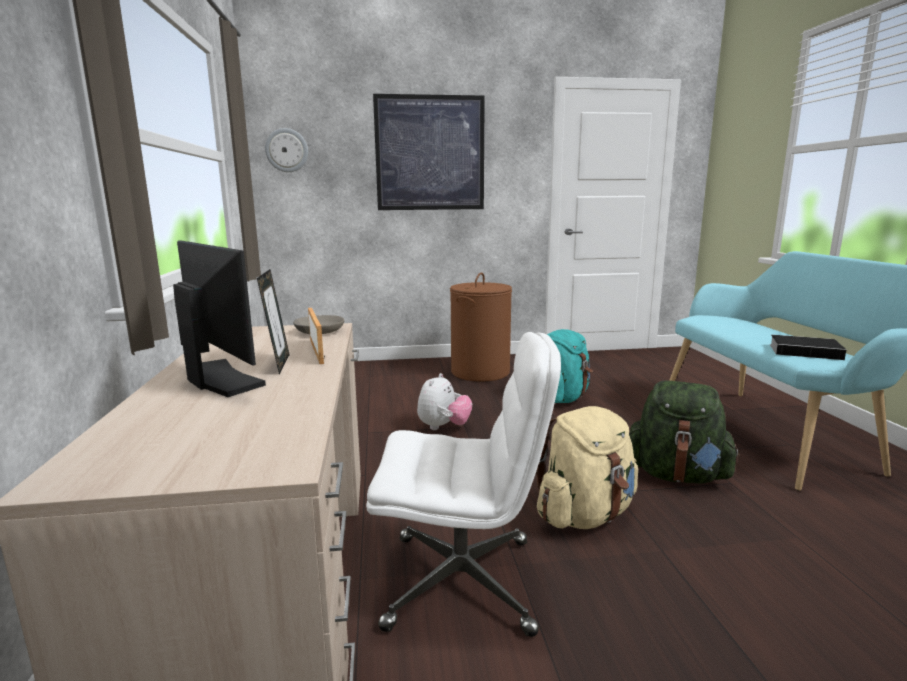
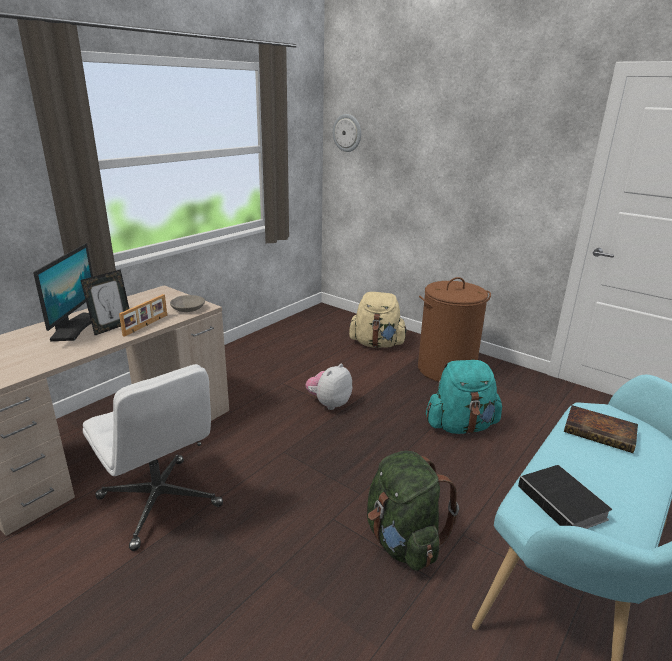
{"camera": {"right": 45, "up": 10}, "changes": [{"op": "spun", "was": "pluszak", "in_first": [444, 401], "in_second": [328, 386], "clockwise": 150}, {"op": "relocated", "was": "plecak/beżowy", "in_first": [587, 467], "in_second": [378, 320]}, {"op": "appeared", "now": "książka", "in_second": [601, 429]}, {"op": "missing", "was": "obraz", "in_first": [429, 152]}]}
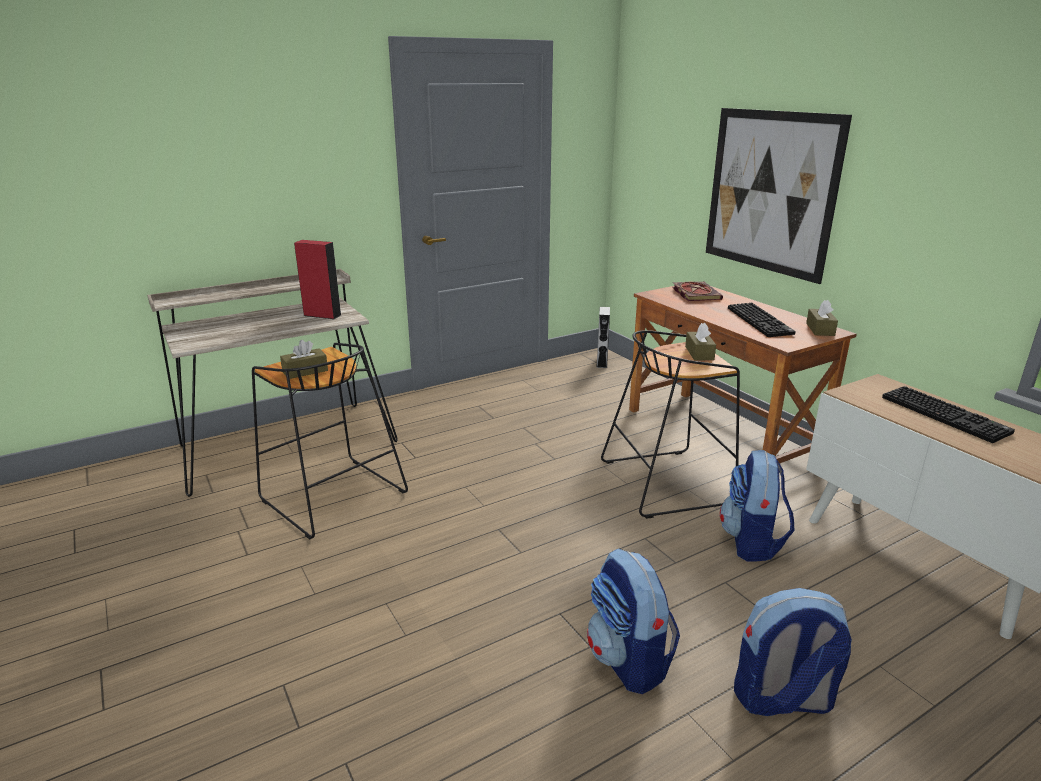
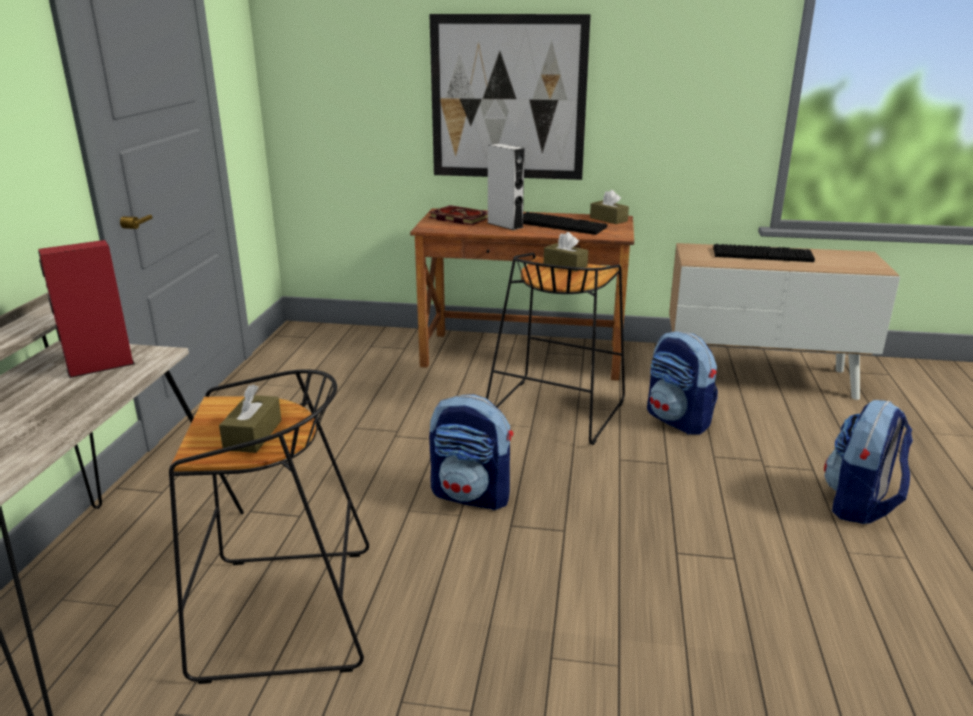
{"camera": {"right": -50, "up": 0}, "changes": [{"op": "relocated", "was": "plecak", "in_first": [633, 621], "in_second": [471, 452]}, {"op": "relocated", "was": "głośnik/szary", "in_first": [603, 337], "in_second": [506, 187]}]}
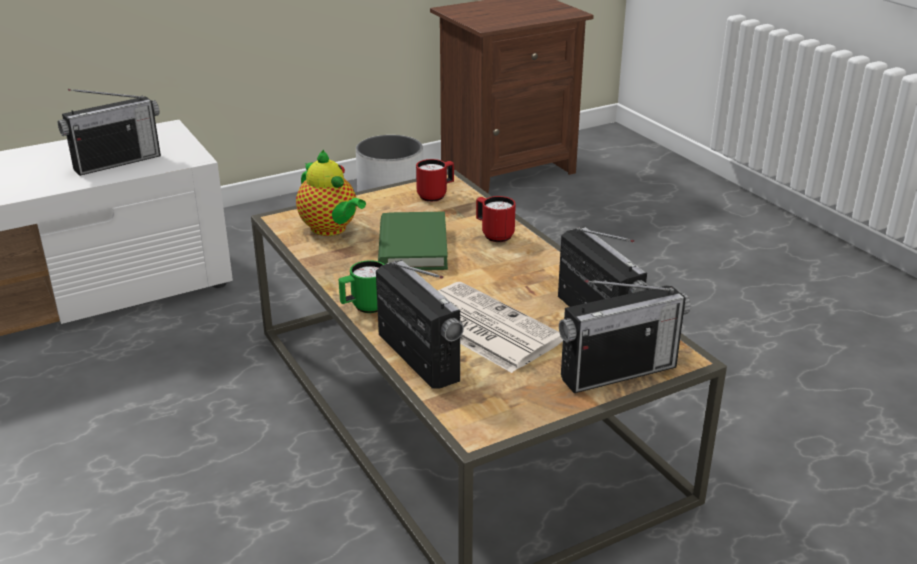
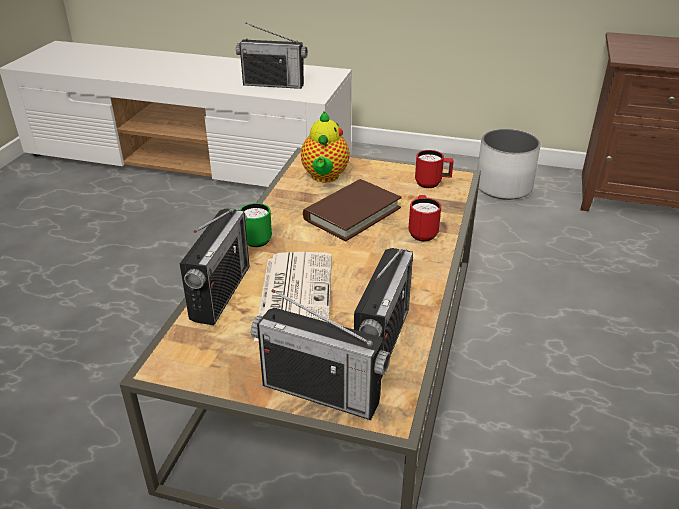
{"camera": {"right": 45, "up": 5}, "changes": [{"op": "colour", "was": "książka/zielony", "now": "książka/brązowy", "in_first": [413, 241], "in_second": [352, 210]}]}
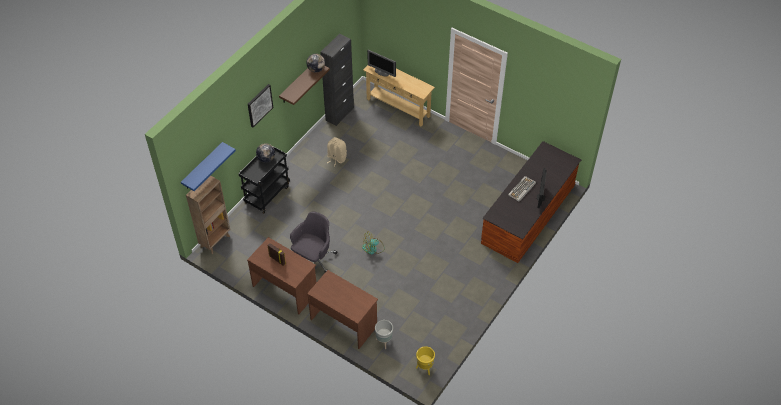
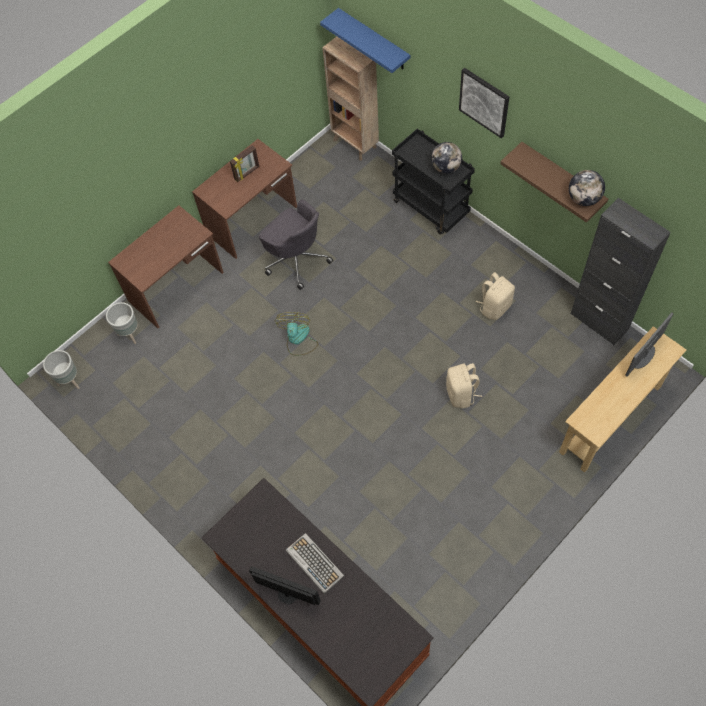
{"camera": {"right": 105, "up": 10}, "changes": [{"op": "colour", "was": "donica/żółty", "now": "donica/szary", "in_first": [425, 360], "in_second": [61, 369]}, {"op": "appeared", "now": "plecak/beżowy", "in_second": [464, 386]}]}
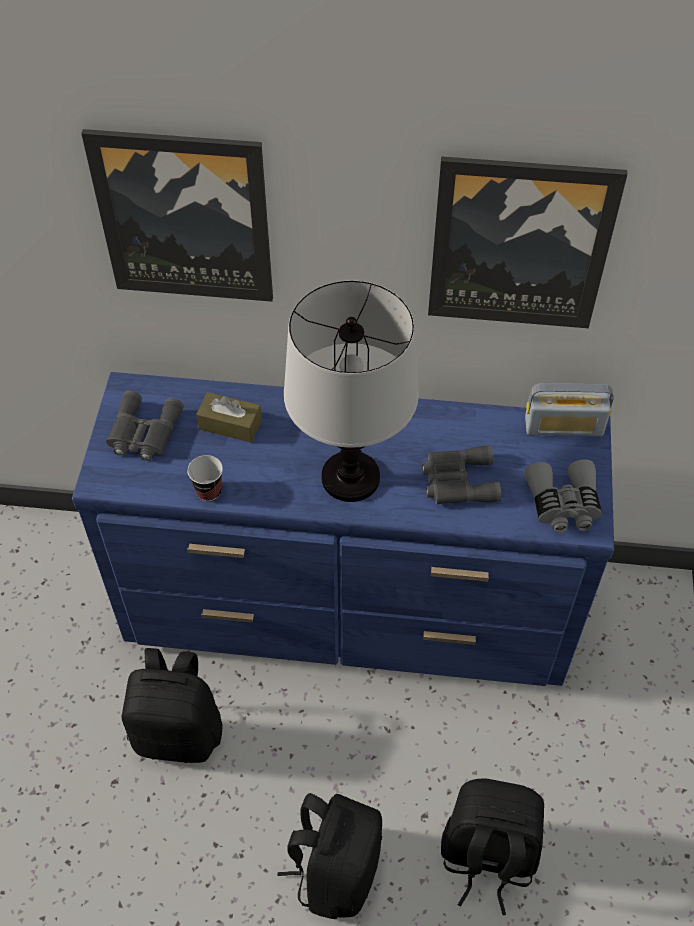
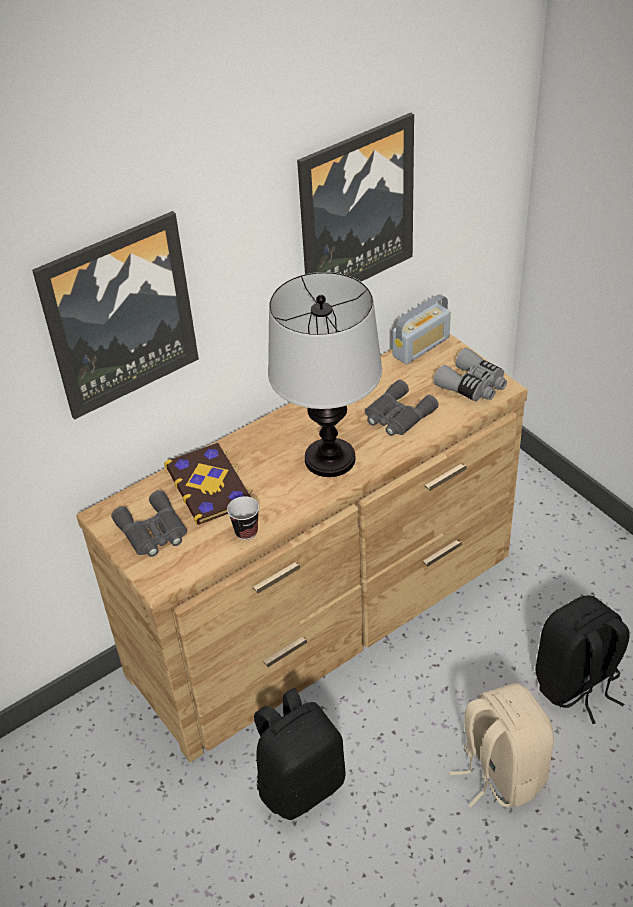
{"camera": {"right": -40, "up": -10}, "changes": [{"op": "colour", "was": "komoda/niebieski", "now": "komoda/brązowy", "in_first": [343, 529], "in_second": [302, 548]}, {"op": "exchanged", "was": "pudełko chusteczek/brązowy", "now": "książka", "in_first": [229, 417], "in_second": [208, 484]}, {"op": "colour", "was": "plecak/czarny", "now": "plecak/beżowy", "in_first": [329, 856], "in_second": [501, 745]}]}
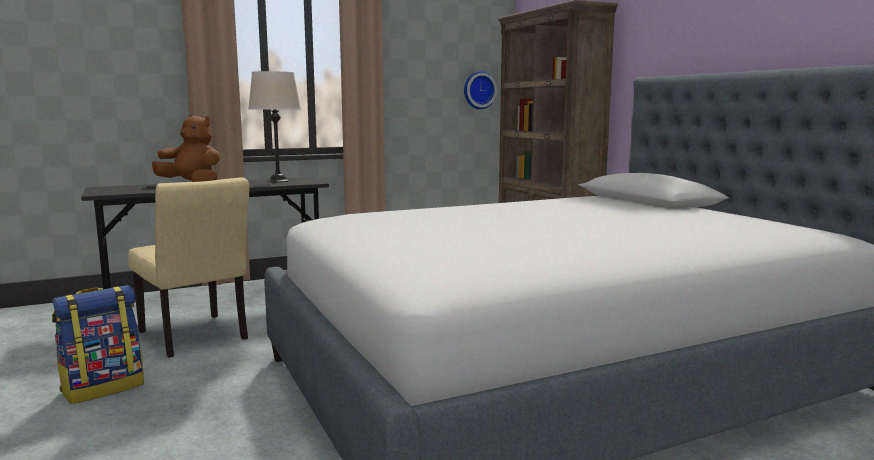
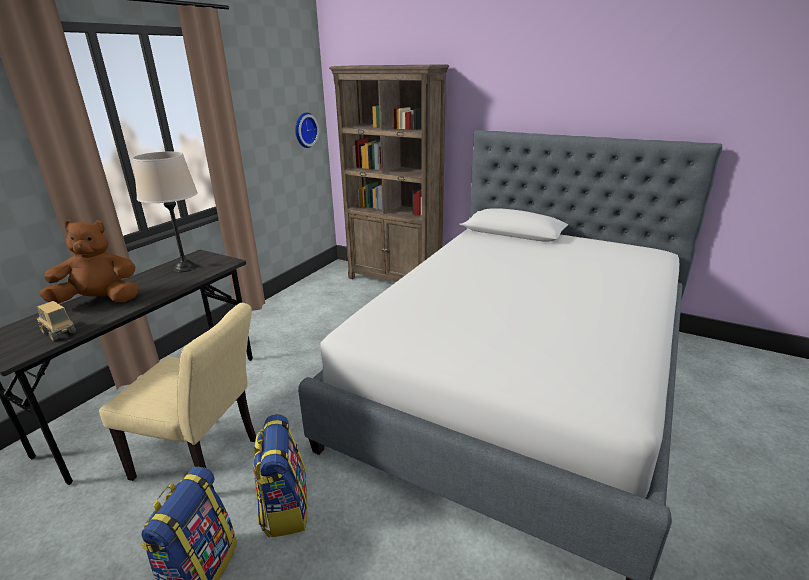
{"camera": {"right": -35, "up": 15}, "changes": [{"op": "appeared", "now": "ciężarówka zabawkowa", "in_second": [56, 321]}, {"op": "appeared", "now": "plecak", "in_second": [280, 476]}]}
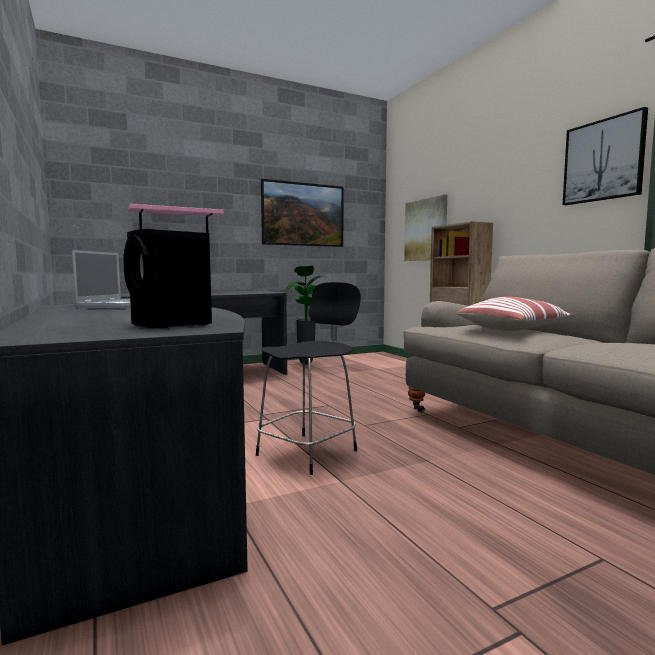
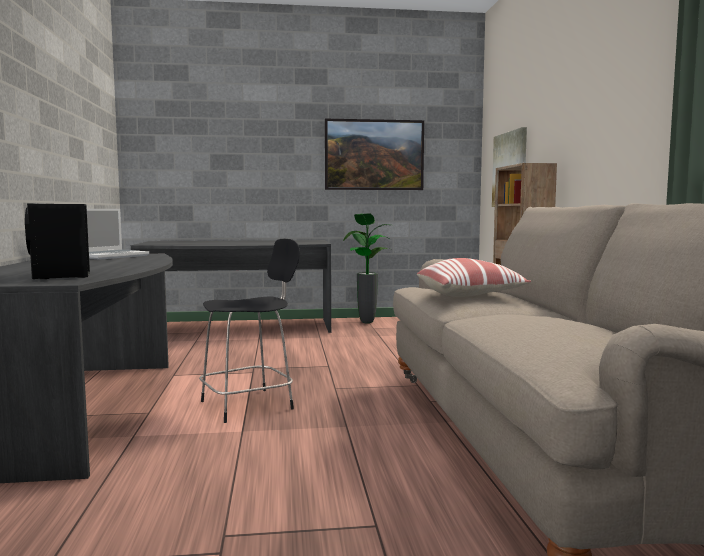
{"camera": {"right": 20, "up": 0}, "changes": [{"op": "missing", "was": "półka/różowy", "in_first": [176, 218]}, {"op": "missing", "was": "obraz", "in_first": [605, 156]}]}
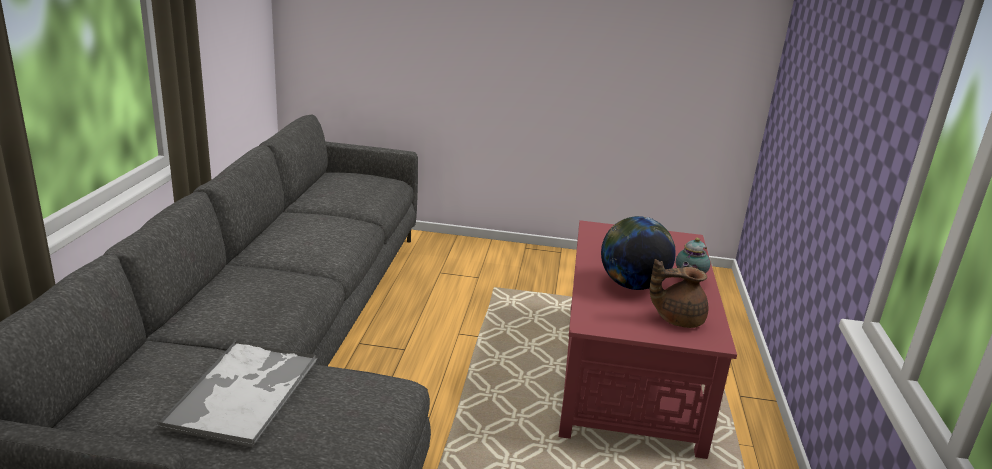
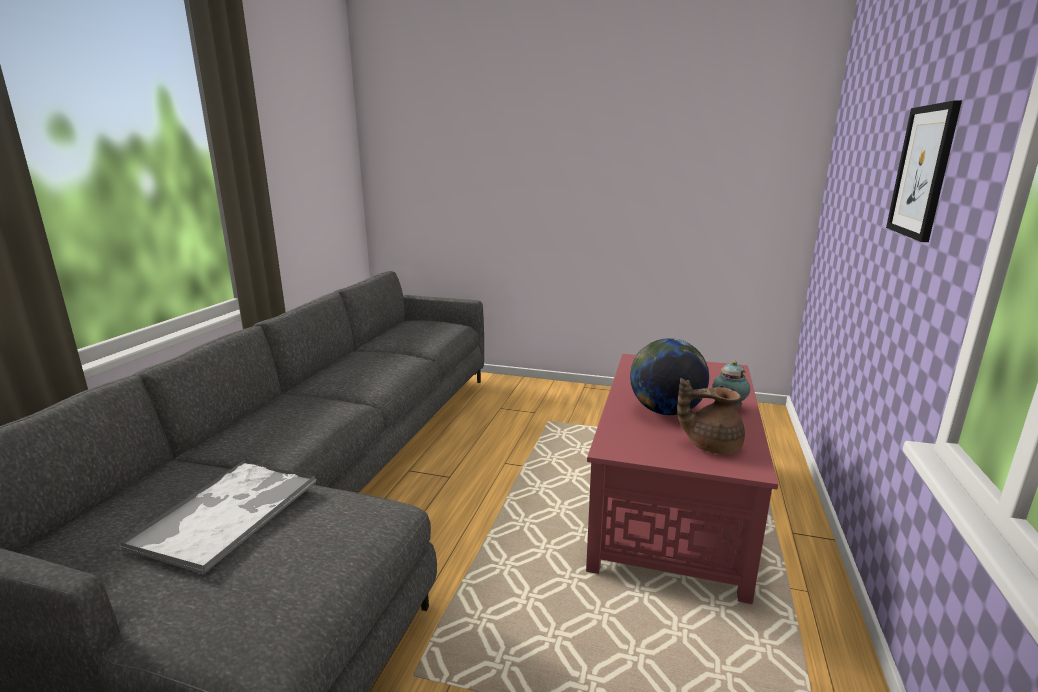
{"camera": {"right": 10, "up": -5}, "changes": [{"op": "appeared", "now": "obraz", "in_second": [924, 171]}]}
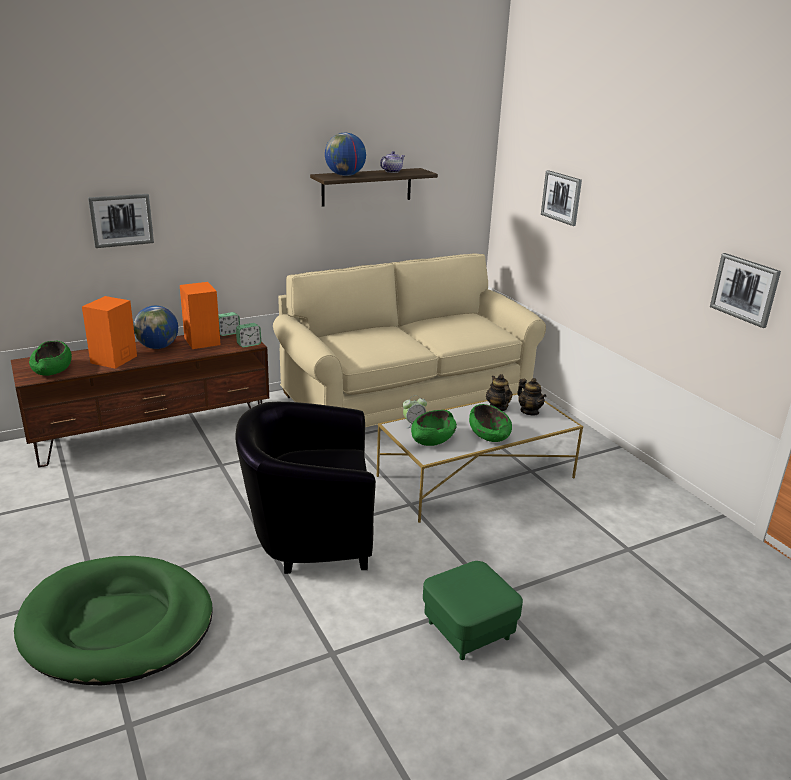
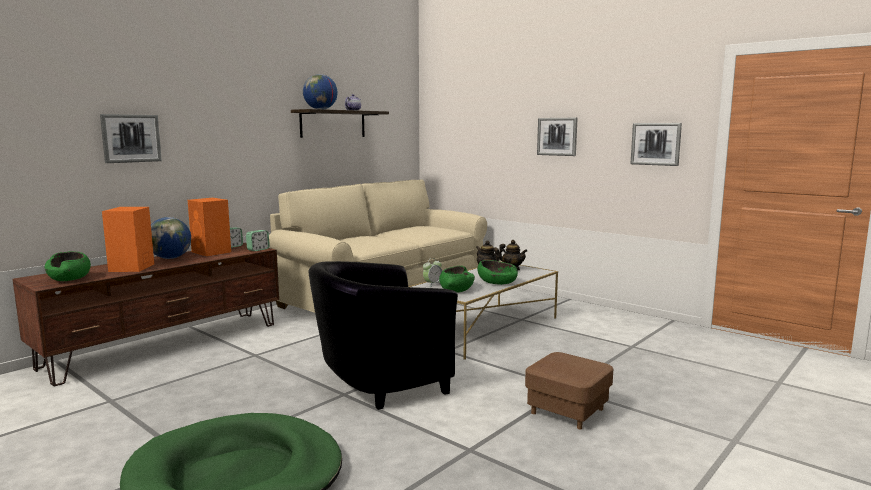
{"camera": {"right": -20, "up": -15}, "changes": [{"op": "colour", "was": "pufa/zielony", "now": "pufa/brązowy", "in_first": [473, 610], "in_second": [569, 390]}, {"op": "relocated", "was": "obraz", "in_first": [561, 198], "in_second": [557, 137]}]}
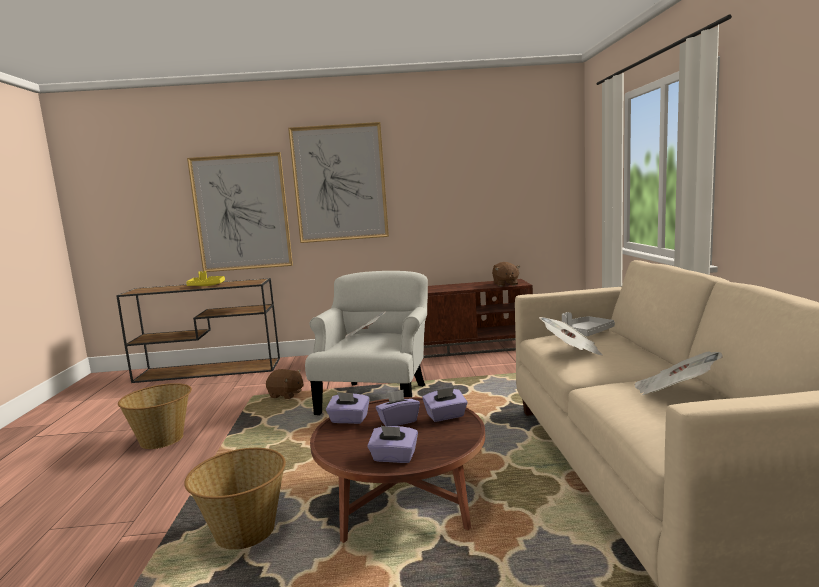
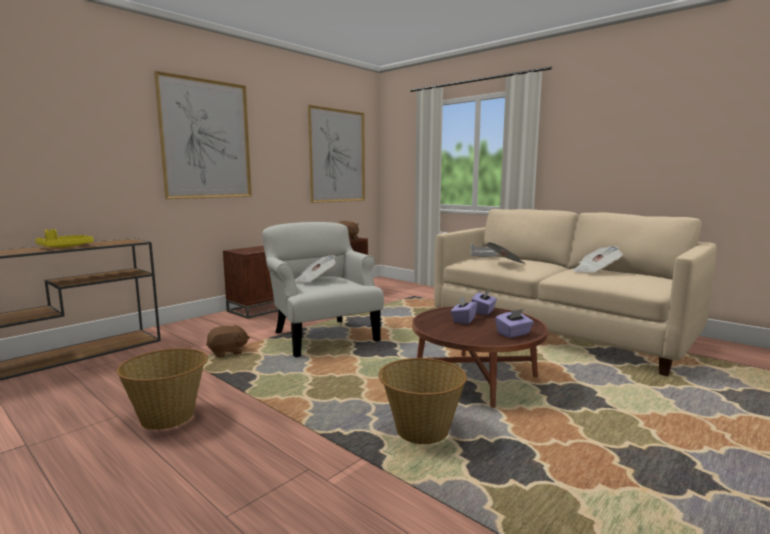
{"camera": {"right": -45, "up": 0}, "changes": [{"op": "relocated", "was": "obraz", "in_first": [240, 212], "in_second": [336, 154]}, {"op": "missing", "was": "pudełko chusteczek/fioletowy", "in_first": [347, 408]}]}
